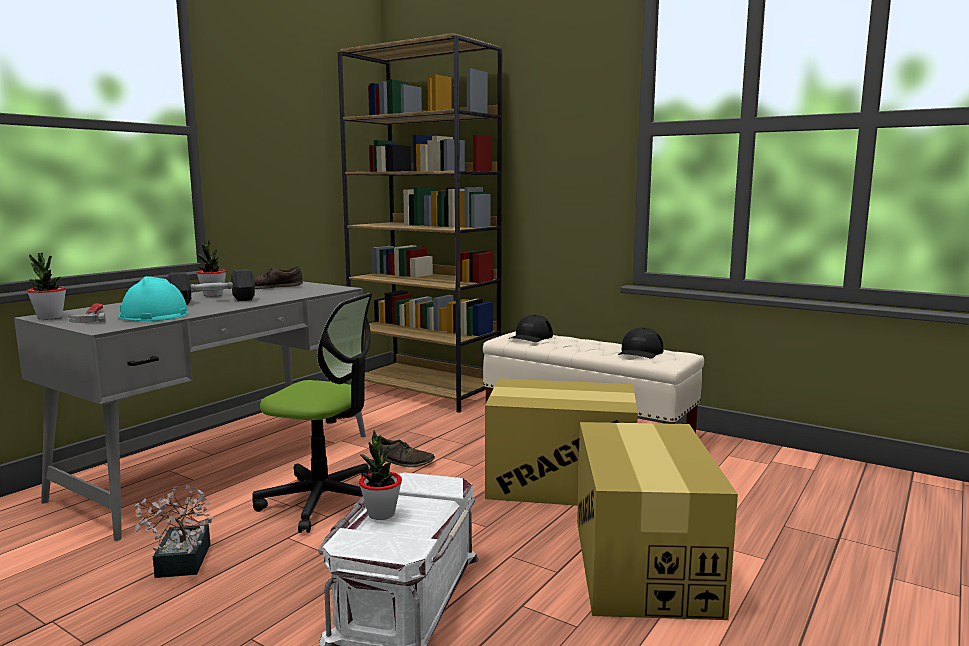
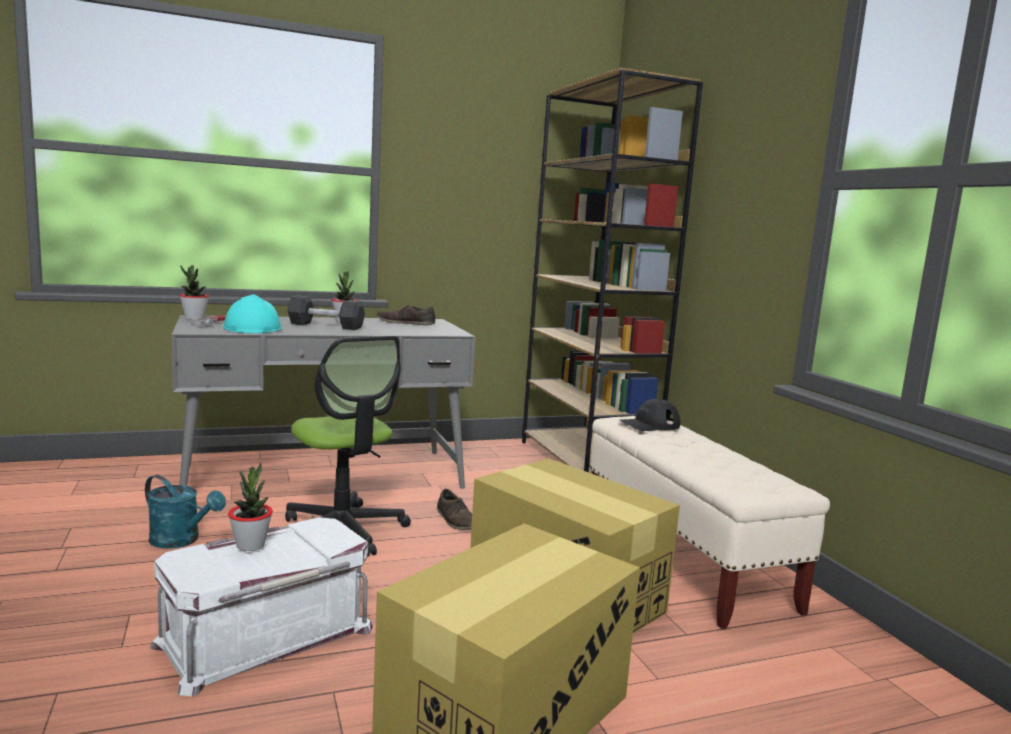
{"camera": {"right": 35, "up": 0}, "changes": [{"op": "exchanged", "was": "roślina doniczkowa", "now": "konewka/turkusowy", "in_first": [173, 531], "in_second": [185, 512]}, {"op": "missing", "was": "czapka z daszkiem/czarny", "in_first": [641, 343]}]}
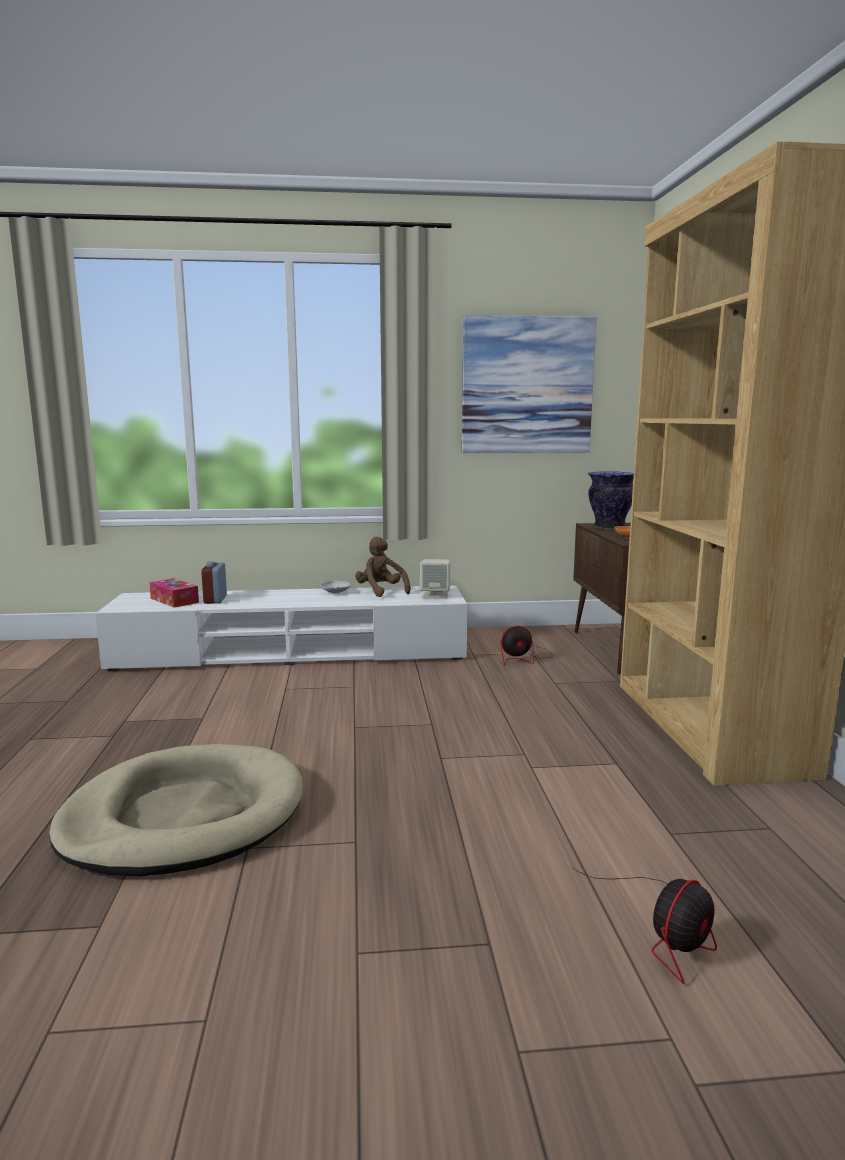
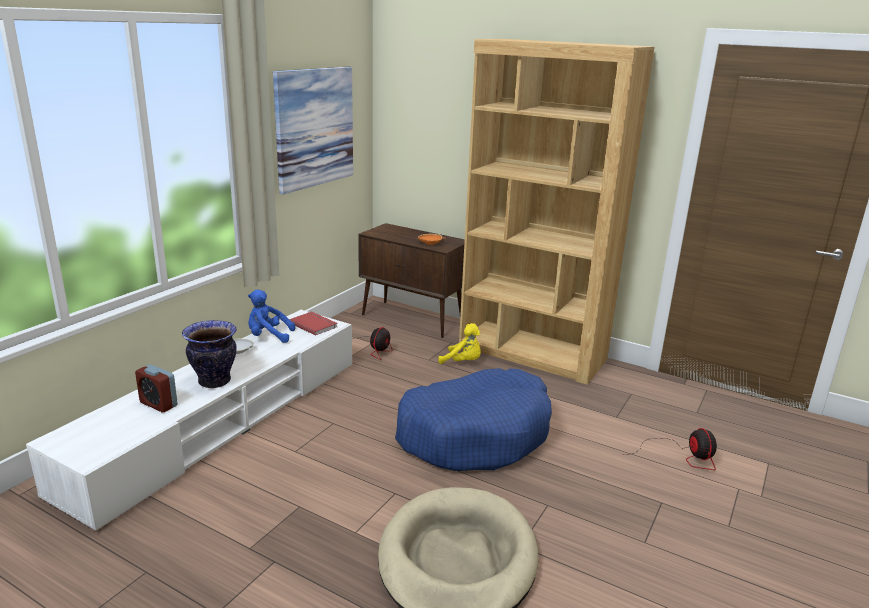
{"camera": {"right": -55, "up": 10}, "changes": [{"op": "relocated", "was": "wazon", "in_first": [611, 500], "in_second": [209, 354]}, {"op": "colour", "was": "pluszak/brązowy", "now": "pluszak/niebieski", "in_first": [383, 567], "in_second": [271, 316]}, {"op": "exchanged", "was": "głośnik/beżowy", "now": "książka/czerwony", "in_first": [435, 579], "in_second": [313, 323]}, {"op": "appeared", "now": "legowisko/niebieski", "in_second": [473, 419]}, {"op": "appeared", "now": "pluszak/żółty", "in_second": [459, 343]}, {"op": "missing", "was": "pudełko chusteczek", "in_first": [174, 593]}]}
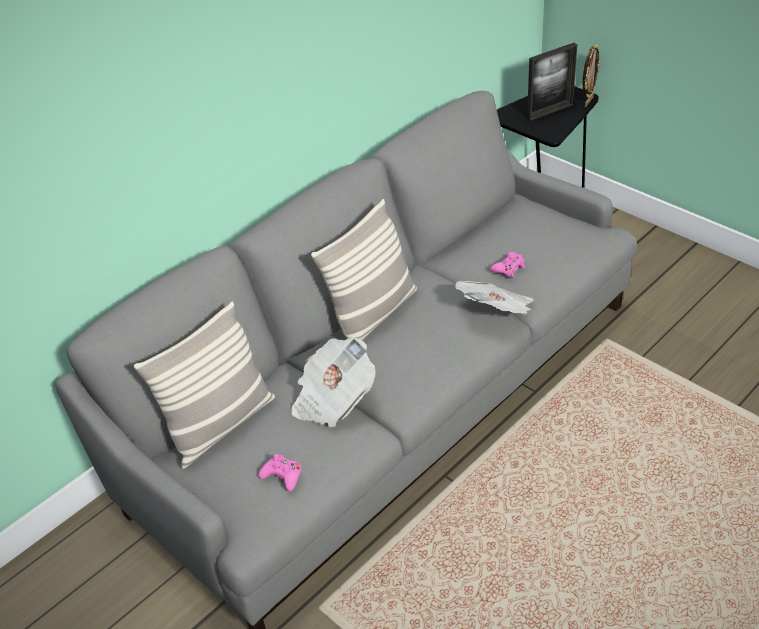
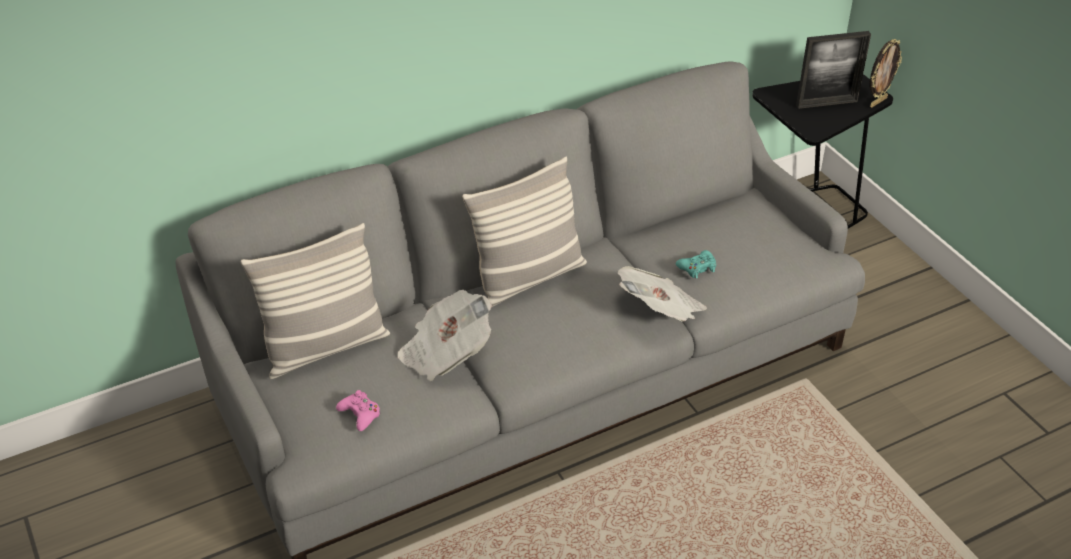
{"camera": {"right": 15, "up": 0}, "changes": [{"op": "colour", "was": "pad do gier/różowy", "now": "pad do gier/turkusowy", "in_first": [507, 265], "in_second": [696, 264]}]}
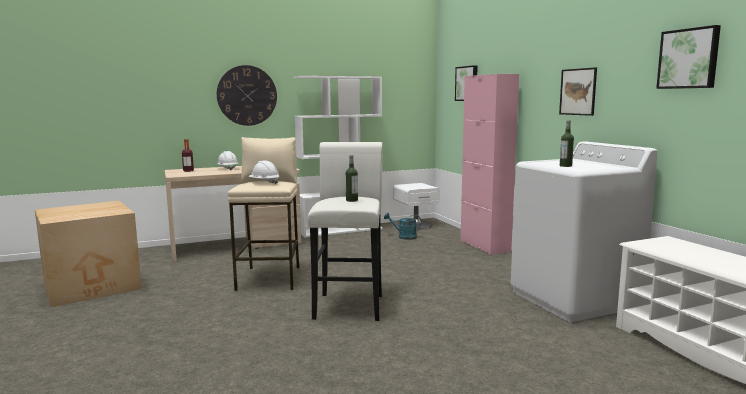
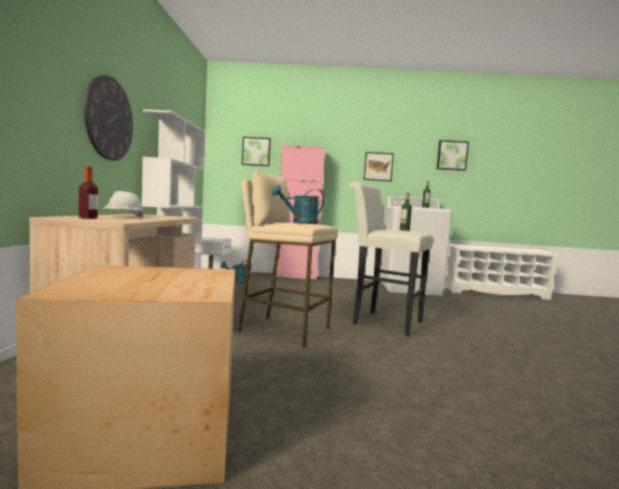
{"camera": {"right": -65, "up": -5}, "changes": [{"op": "exchanged", "was": "kask/biały", "now": "konewka/turkusowy", "in_first": [263, 172], "in_second": [298, 204]}]}
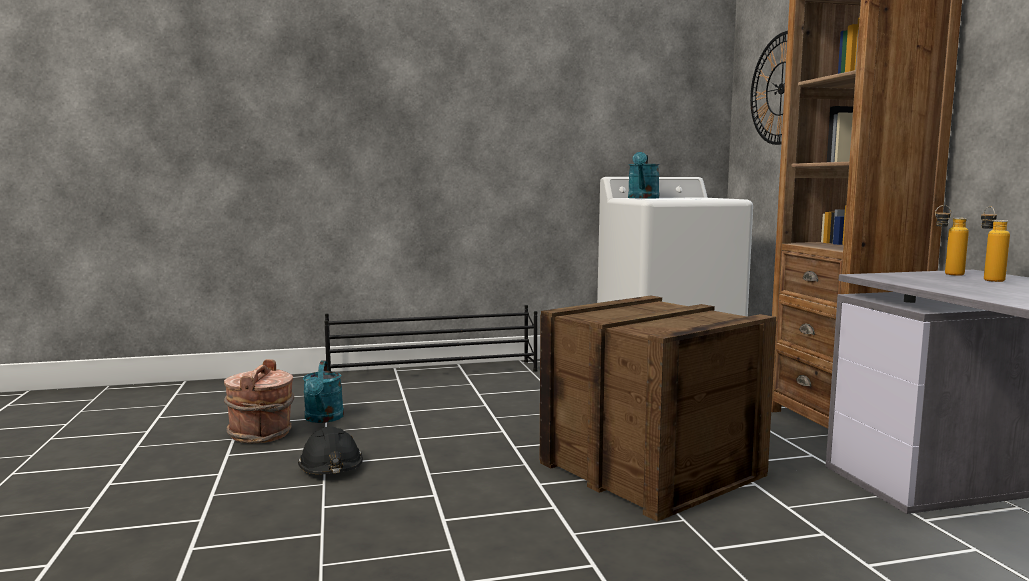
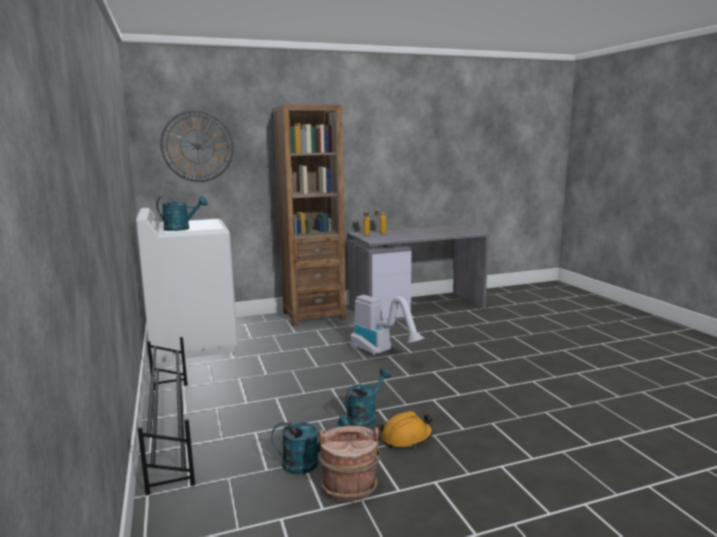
{"camera": {"right": -95, "up": 5}, "changes": [{"op": "appeared", "now": "konewka/turkusowy", "in_second": [368, 397]}, {"op": "exchanged", "was": "skrzynka", "now": "odkurzacz", "in_first": [658, 409], "in_second": [387, 325]}, {"op": "colour", "was": "kask/czarny", "now": "kask/pomarańczowy", "in_first": [330, 450], "in_second": [407, 429]}]}
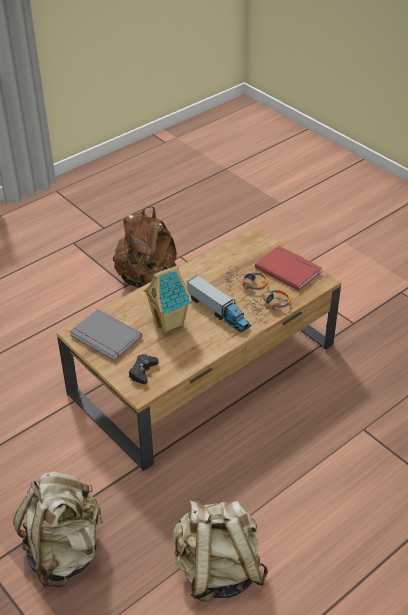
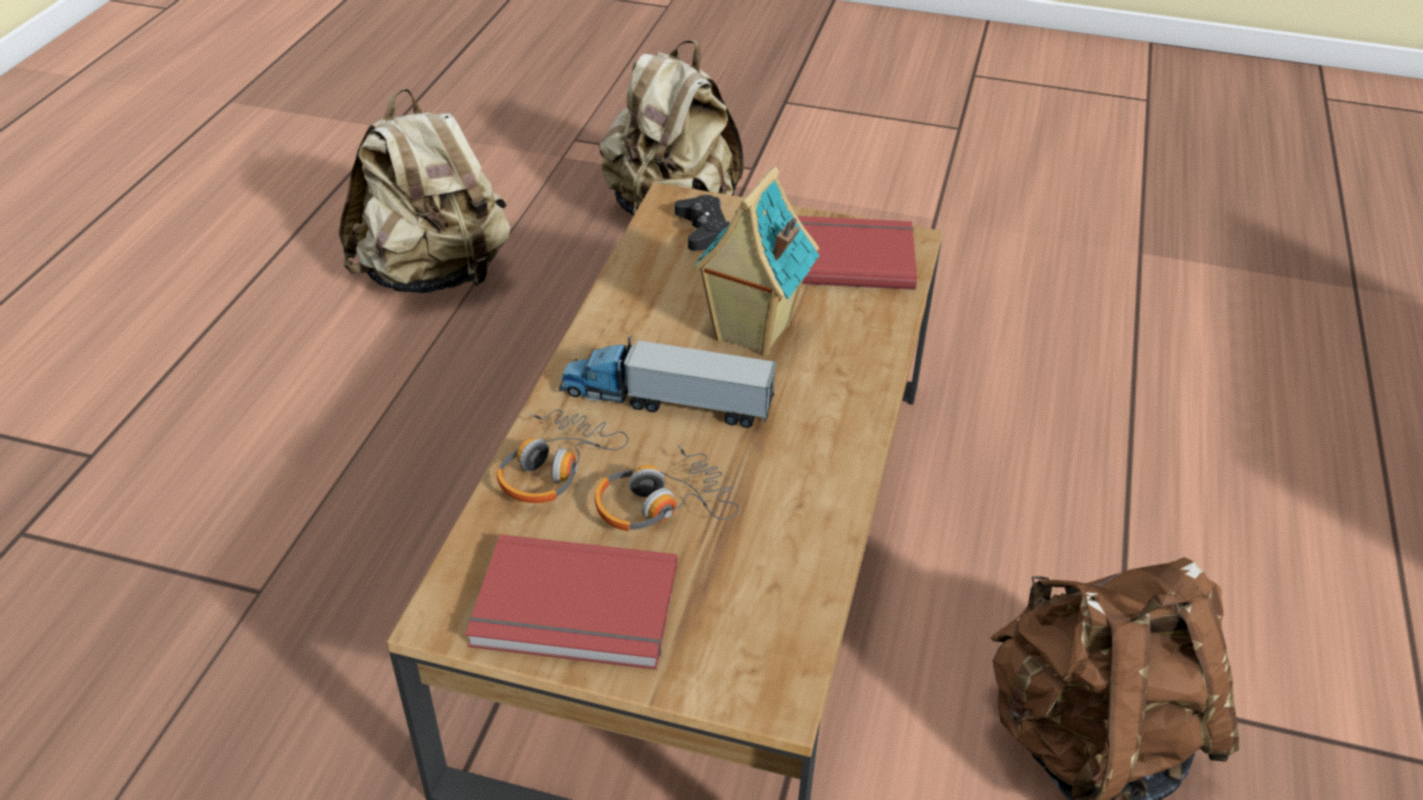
{"camera": {"right": 145, "up": 0}, "changes": [{"op": "colour", "was": "książka/szary", "now": "książka/czerwony", "in_first": [106, 335], "in_second": [857, 253]}]}
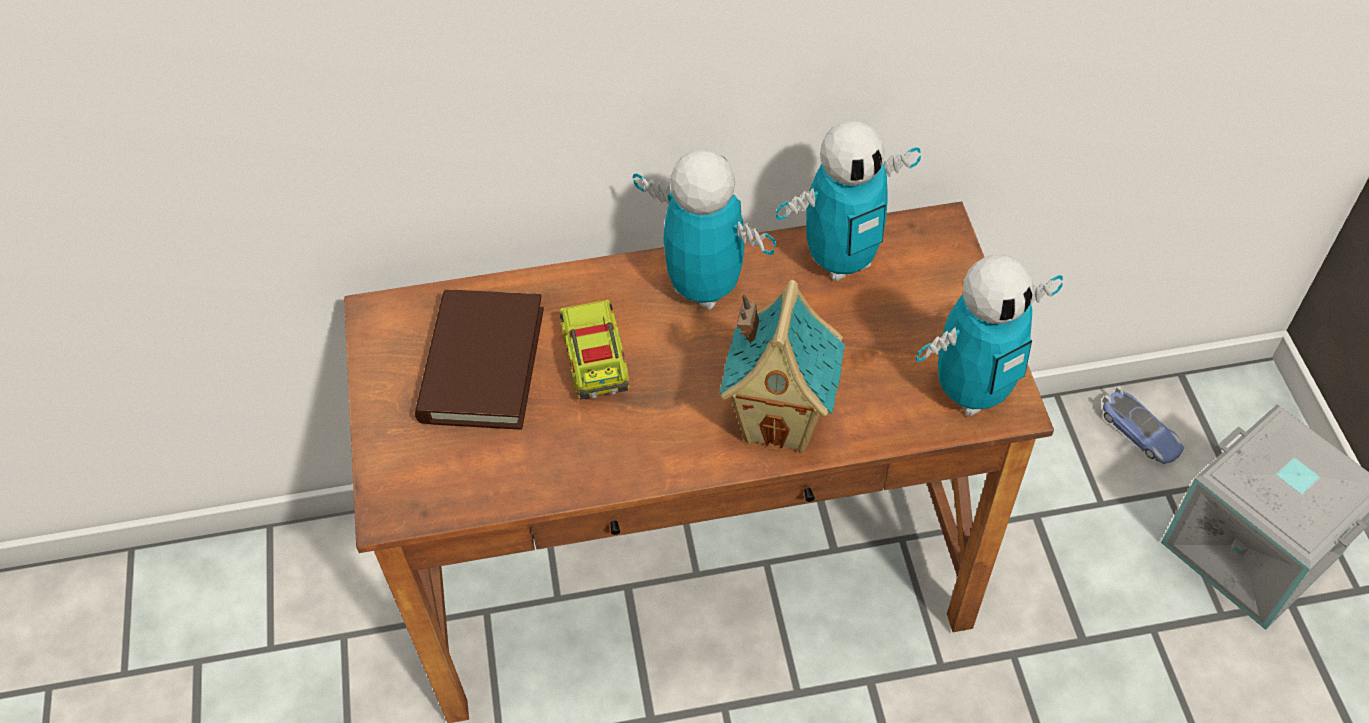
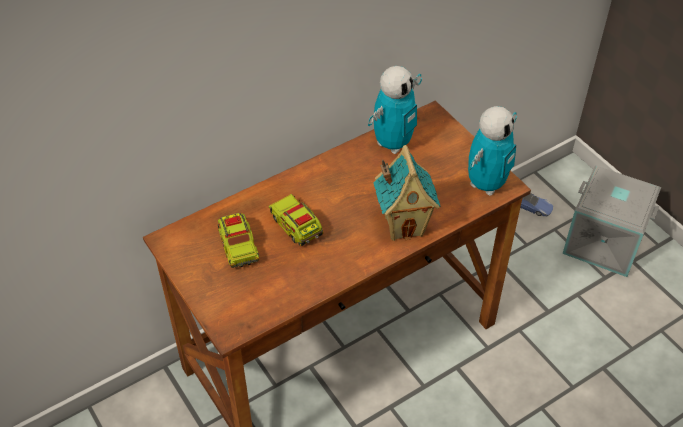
{"camera": {"right": -25, "up": -5}, "changes": [{"op": "exchanged", "was": "książka/brązowy", "now": "ciężarówka zabawkowa", "in_first": [479, 360], "in_second": [238, 240]}, {"op": "missing", "was": "robot zabawkowy", "in_first": [704, 229]}]}
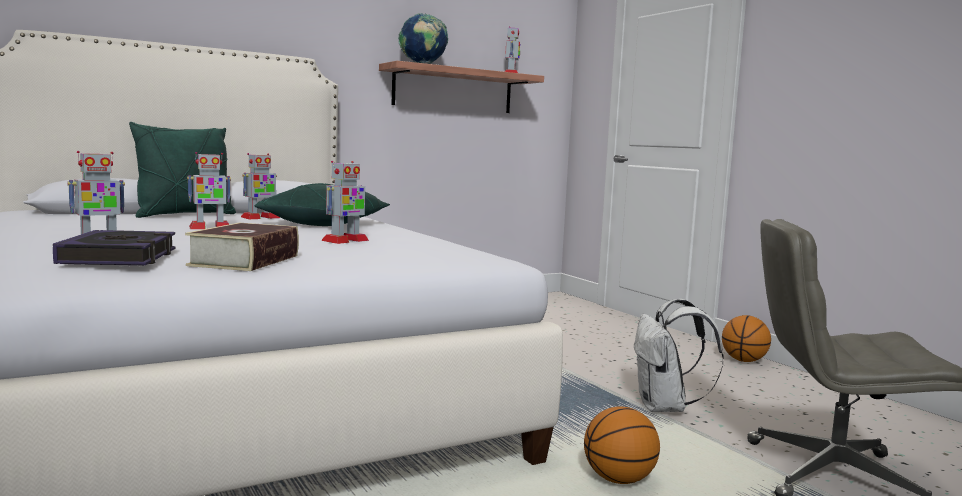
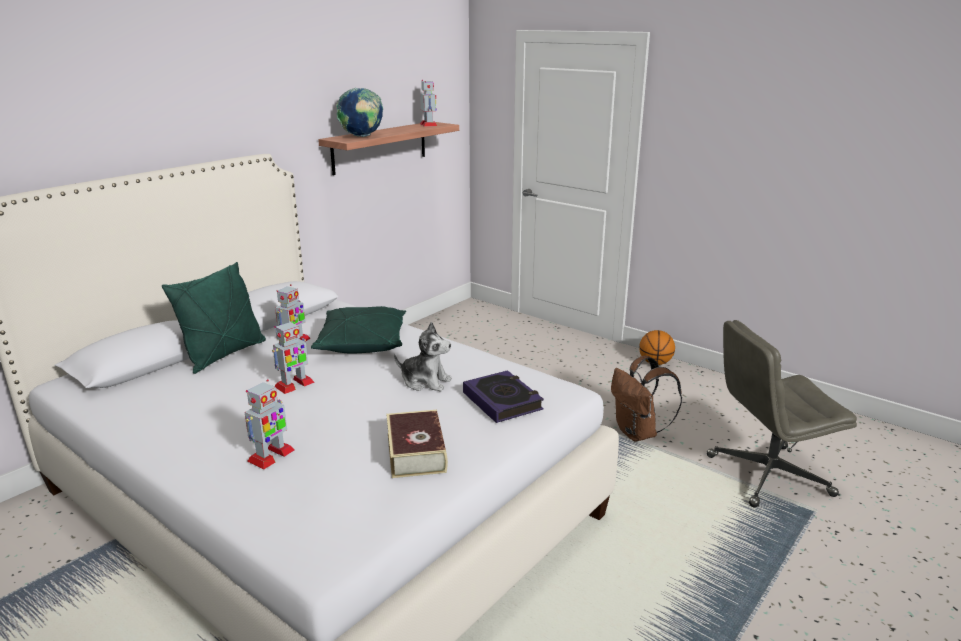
{"camera": {"right": -20, "up": 15}, "changes": [{"op": "exchanged", "was": "robot zabawkowy", "now": "pluszak", "in_first": [345, 202], "in_second": [423, 356]}, {"op": "relocated", "was": "książka", "in_first": [114, 247], "in_second": [503, 396]}, {"op": "colour", "was": "plecak/biały", "now": "plecak/brązowy", "in_first": [679, 355], "in_second": [646, 399]}, {"op": "missing", "was": "piłka do koszykówki", "in_first": [622, 445]}]}
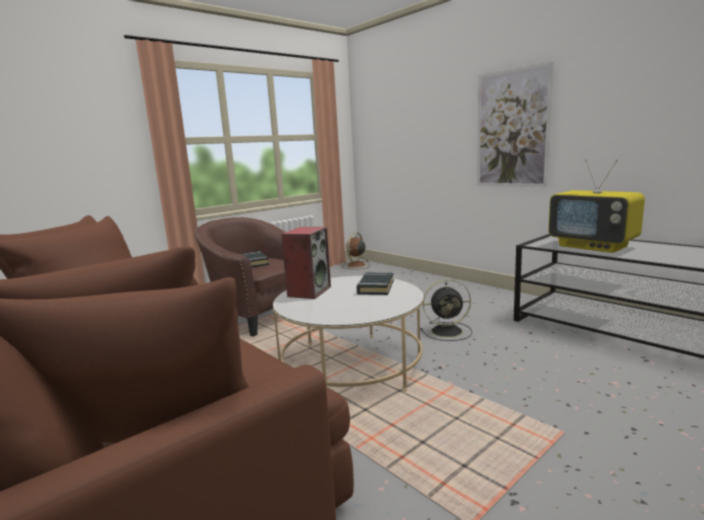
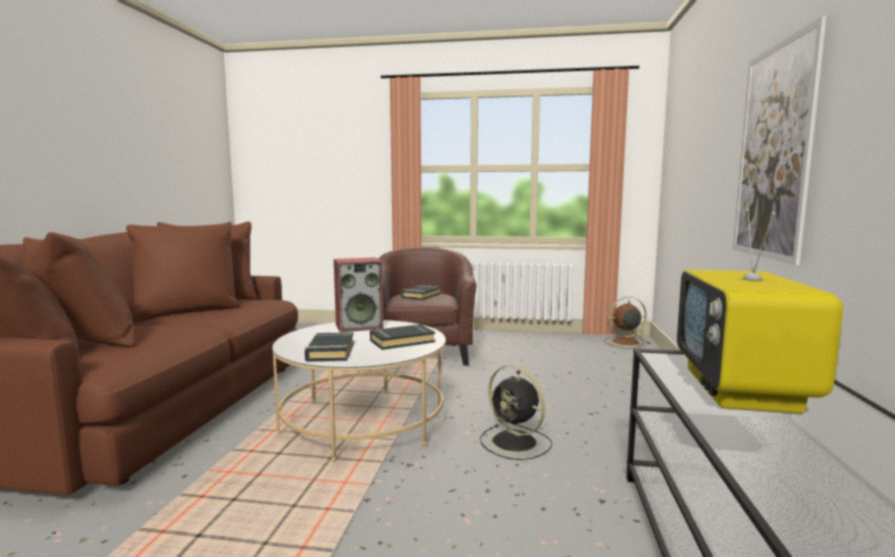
{"camera": {"right": 50, "up": -5}, "changes": [{"op": "appeared", "now": "książka/czarny", "in_second": [329, 347]}]}
